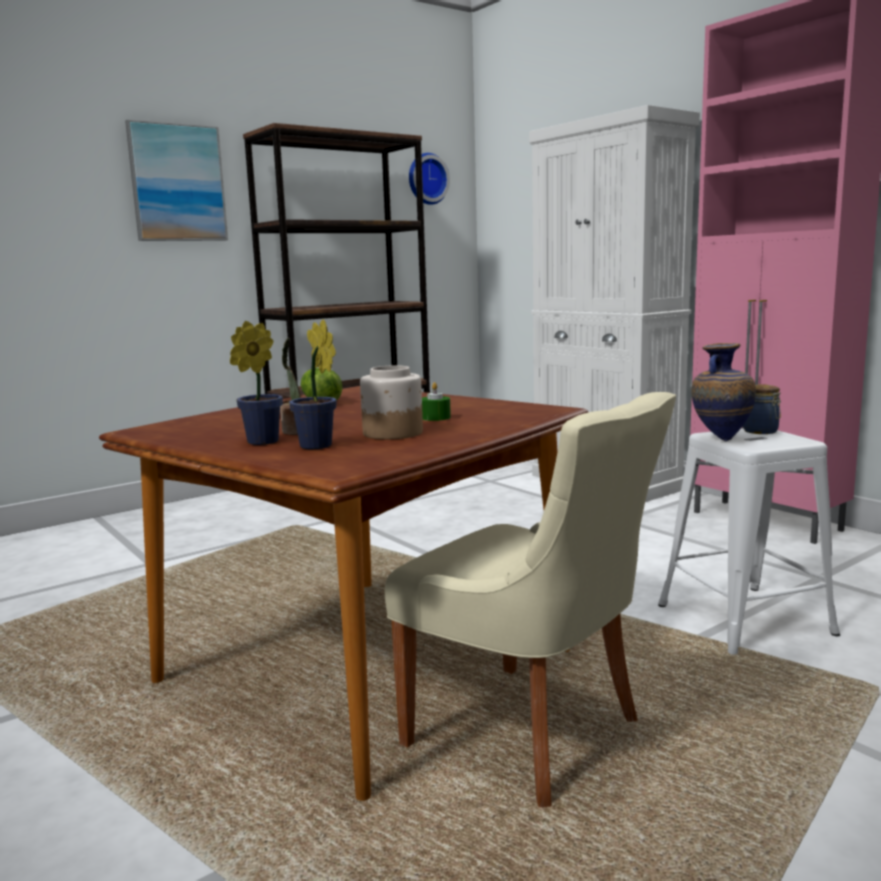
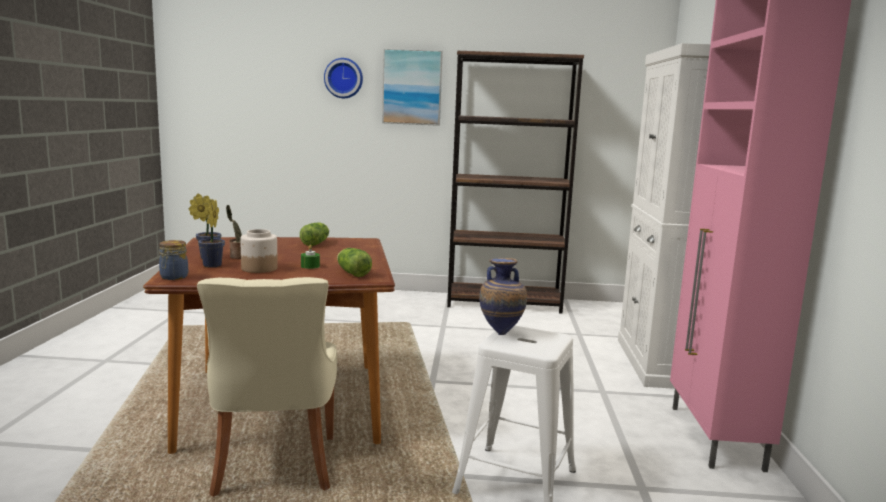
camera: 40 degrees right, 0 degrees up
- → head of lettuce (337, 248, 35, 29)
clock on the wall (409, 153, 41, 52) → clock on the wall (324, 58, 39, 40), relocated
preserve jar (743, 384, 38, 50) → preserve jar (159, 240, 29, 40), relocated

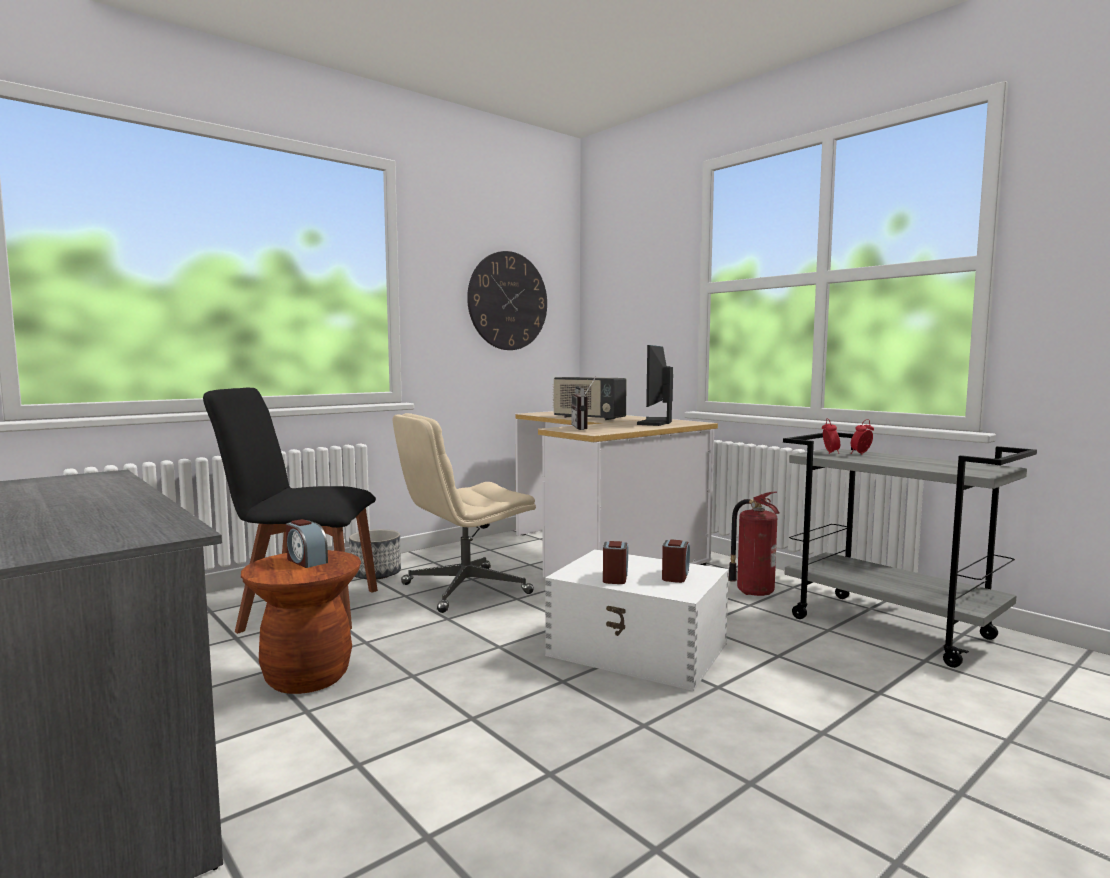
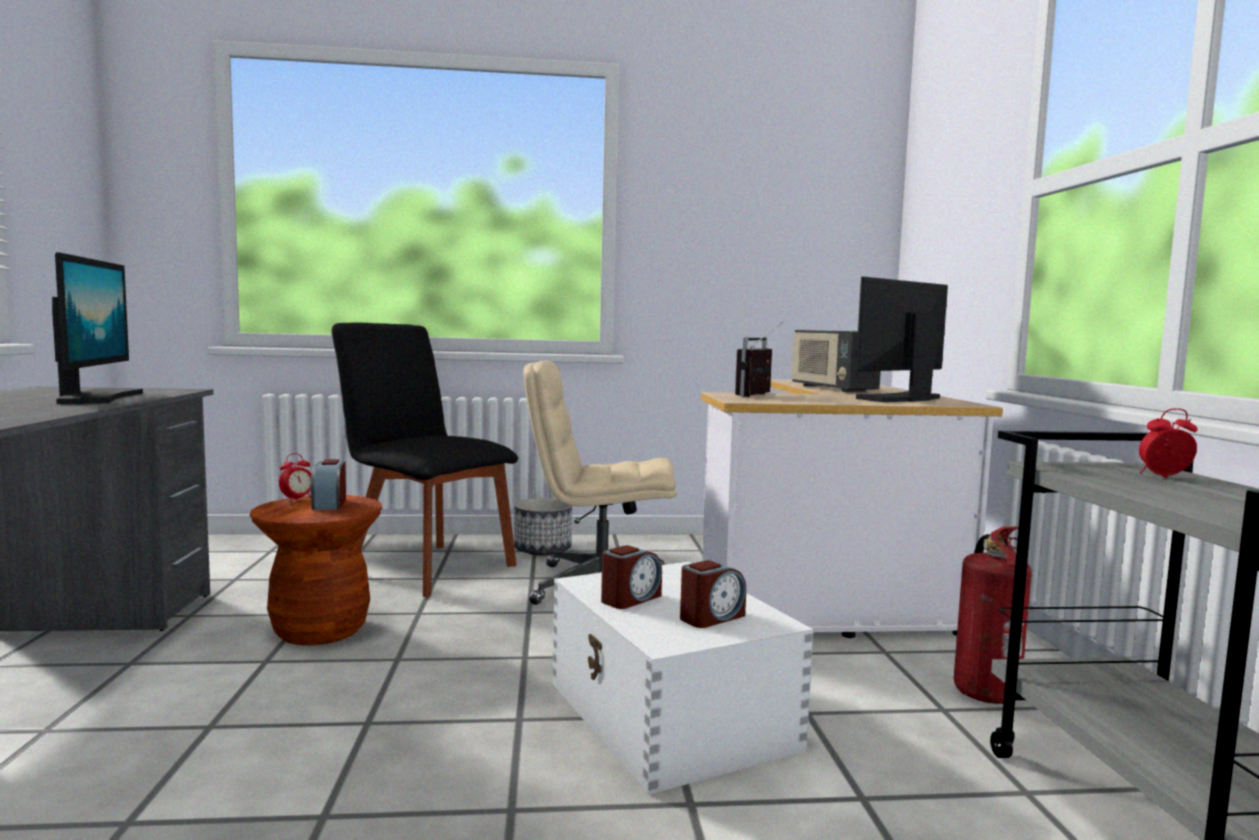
camera: 35 degrees right, 0 degrees up
clock on the wall (467, 251, 80, 99) → -
- → computer screen (52, 252, 91, 152)
bedside clock (822, 418, 18, 36) → bedside clock (279, 453, 32, 49), relocated

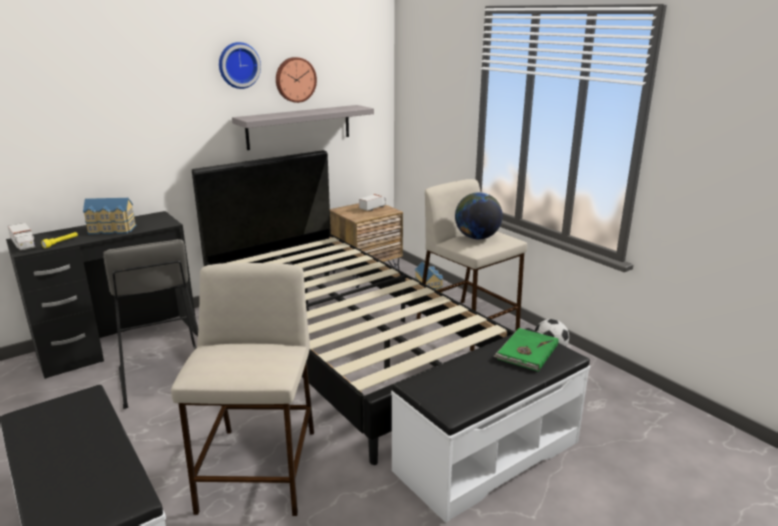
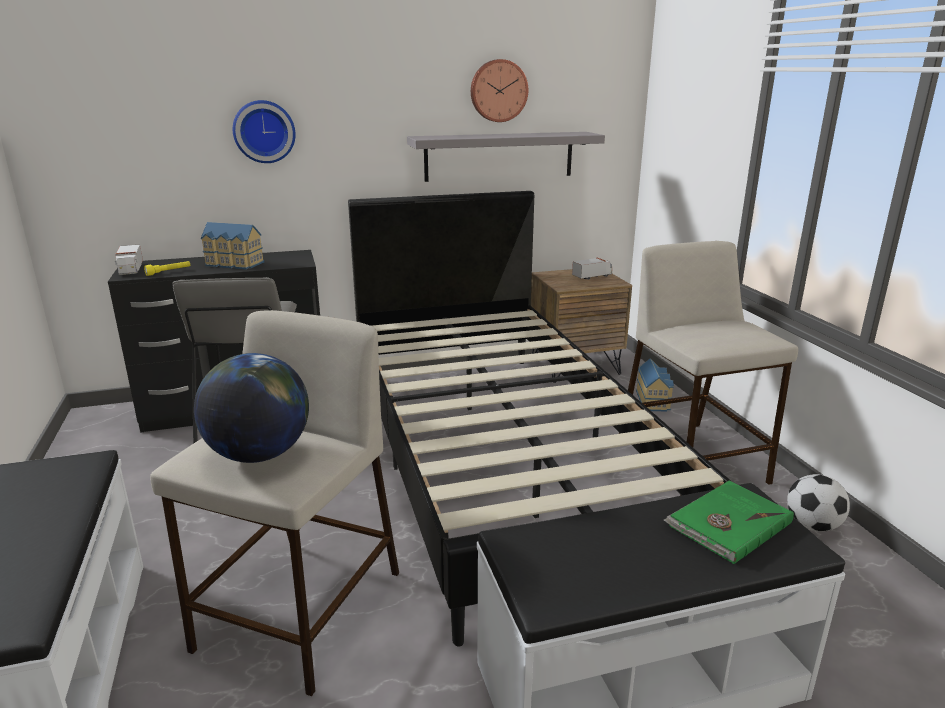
camera: 20 degrees right, 0 degrees up
clock on the wall (219, 42, 42, 47) → clock on the wall (233, 100, 63, 63), relocated
globe (455, 192, 48, 47) → globe (194, 353, 115, 110), relocated

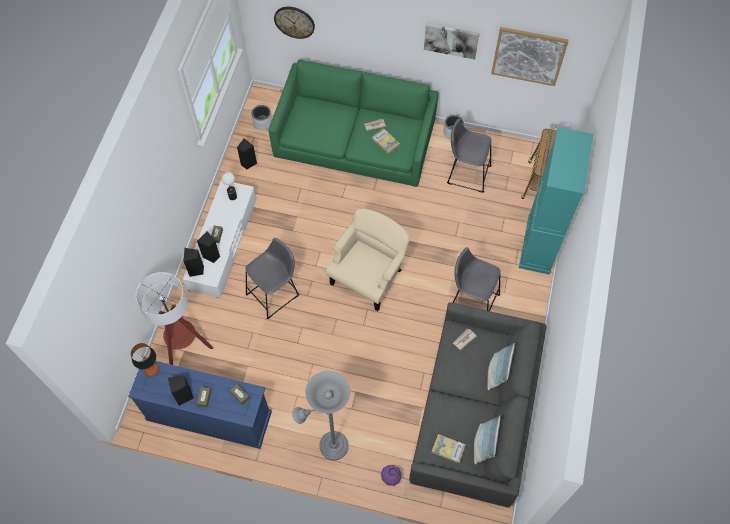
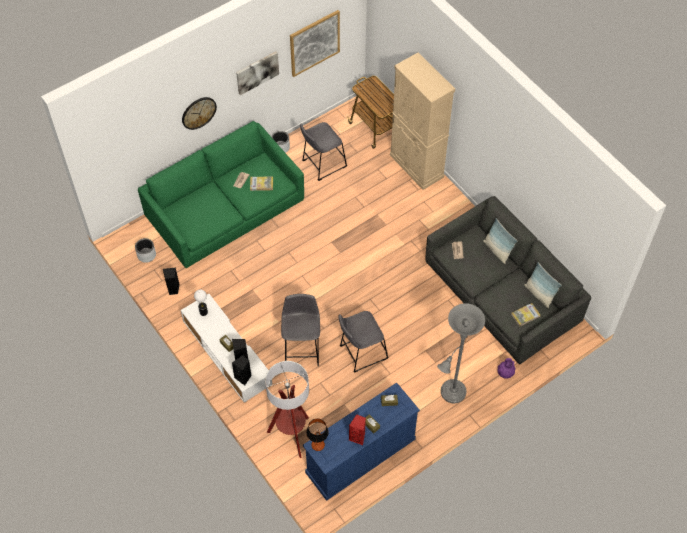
camera: 50 degrees left, 5 degrees down
armchair in beige-coloured (326, 208, 83, 103) → -
clock on the wall (274, 7, 41, 32) → clock on the wall (182, 97, 35, 33), relocated
stool in grey (452, 247, 49, 64) → stool in grey (338, 311, 51, 62), relocated
speaker in black-coloured (168, 375, 25, 31) → speaker in red (349, 414, 17, 31)
storage cabinet in turquoise (519, 127, 74, 148) → storage cabinet in beige-coloured (390, 53, 65, 137)

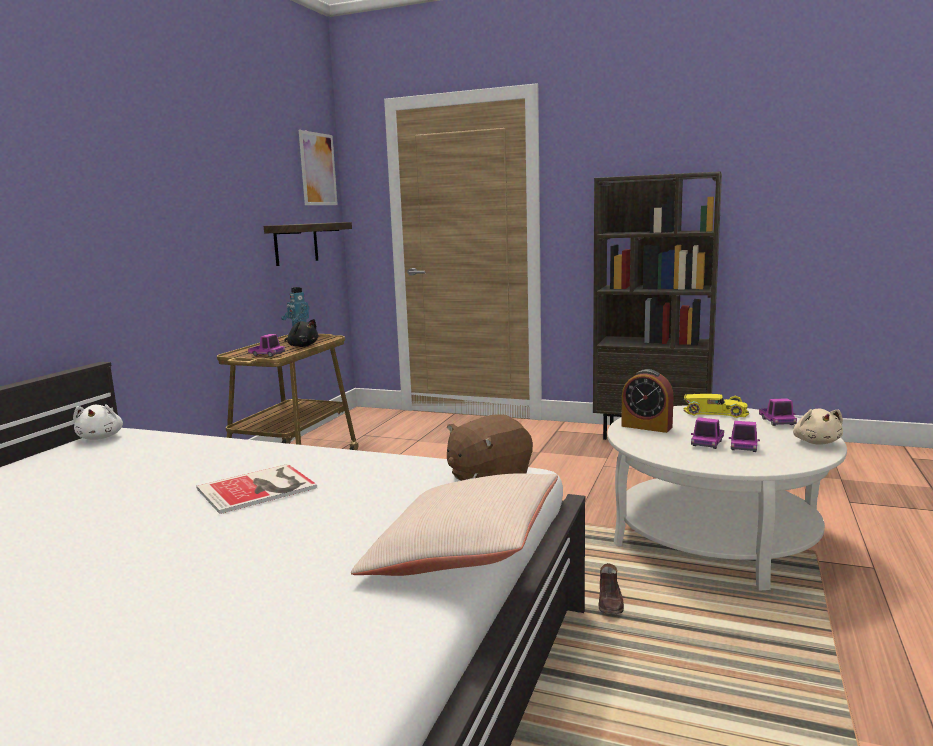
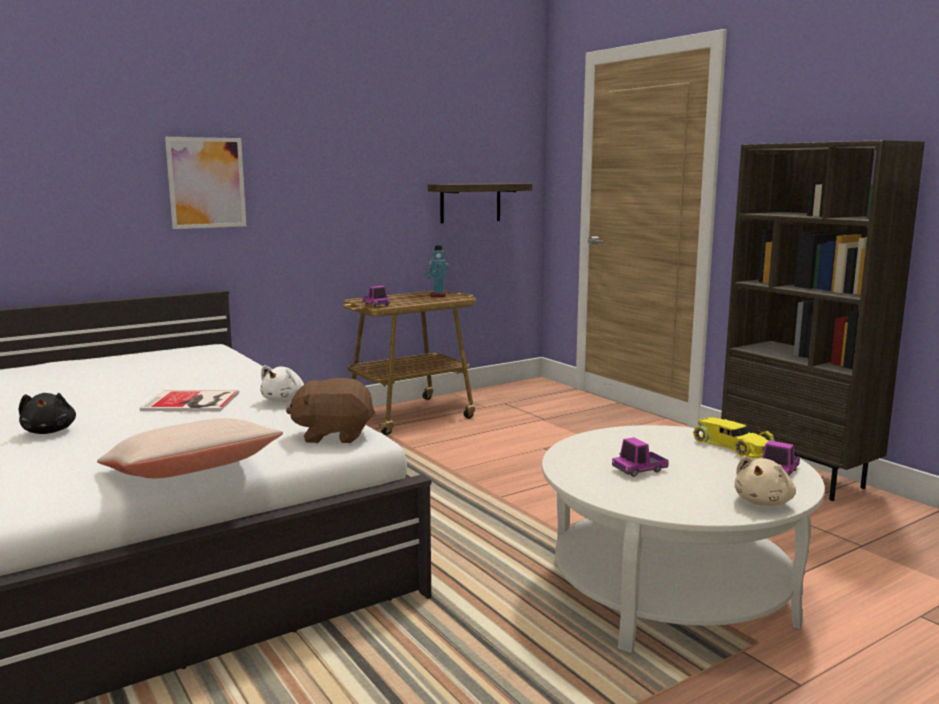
camera: 35 degrees right, 0 degrees up
low shoe in brown (598, 563, 26, 51) → -
bedside clock (621, 369, 53, 64) → -
toy lorry (729, 421, 31, 31) → -
cuddly toy in white (73, 404, 50, 36) → cuddly toy in white (260, 365, 44, 37), relocated
cuddly toy in black-coloured (284, 319, 34, 28) → cuddly toy in black-coloured (19, 393, 57, 41), relocated
picture (299, 130, 39, 75) → picture (165, 137, 81, 92), relocated

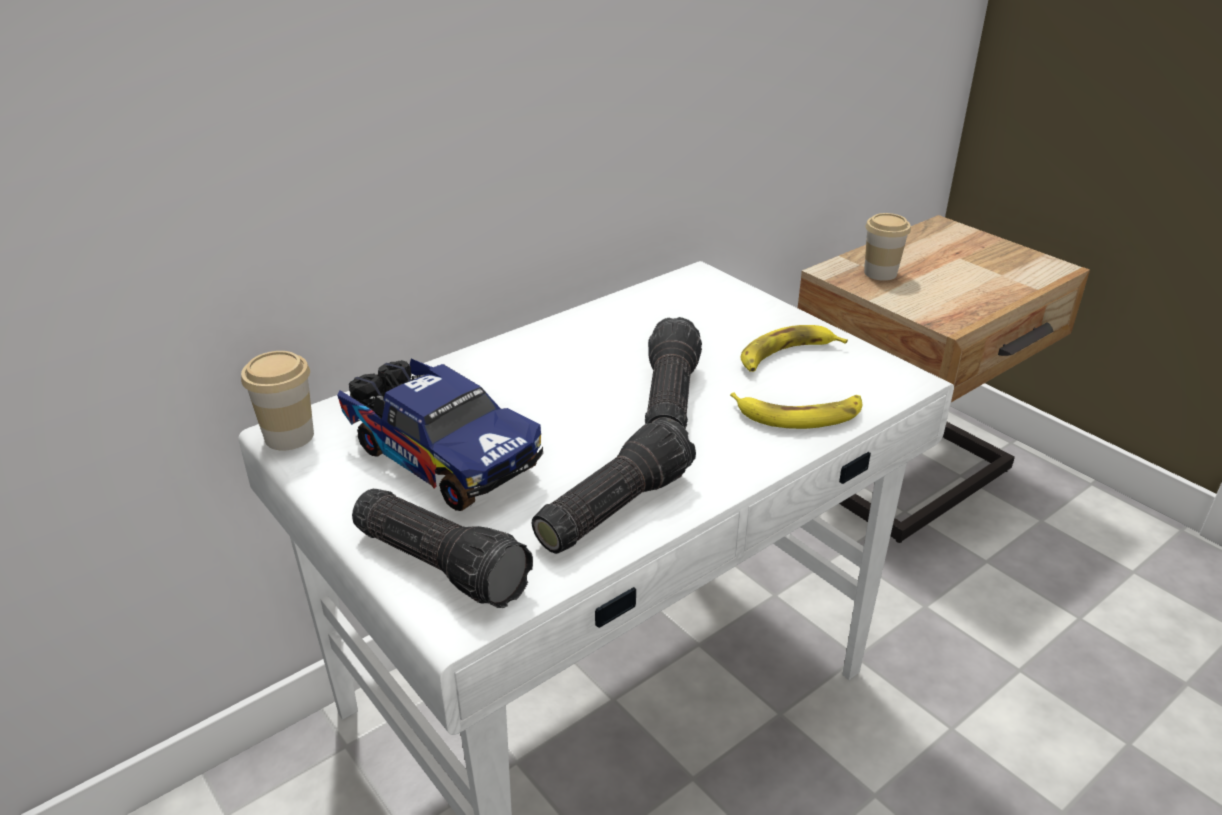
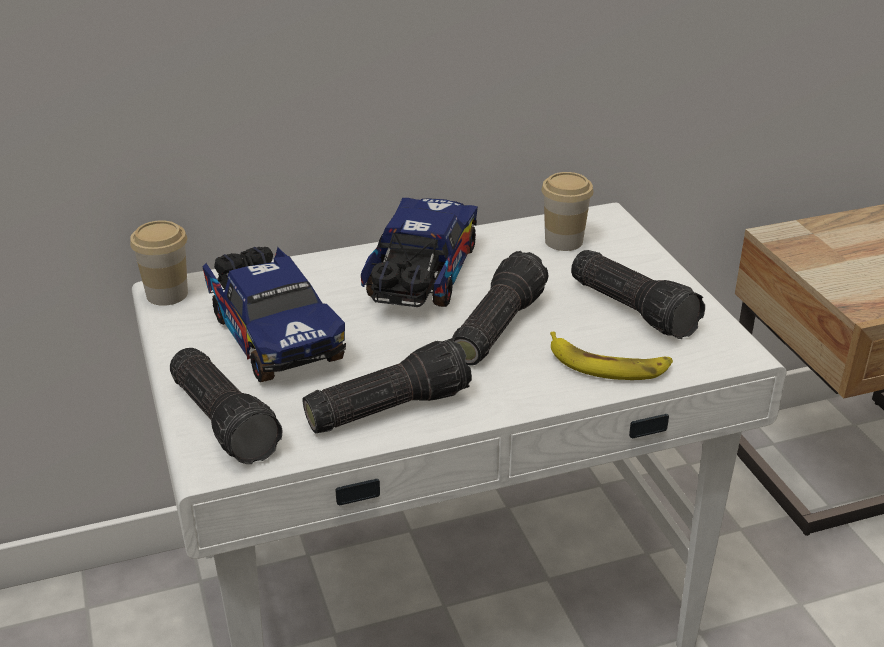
camera: 20 degrees right, 0 degrees up
- → toy lorry (361, 198, 117, 109)
cup (864, 213, 47, 68) → cup (541, 172, 52, 79), relocated
banana (741, 325, 107, 47) → hand torch (571, 250, 134, 89)

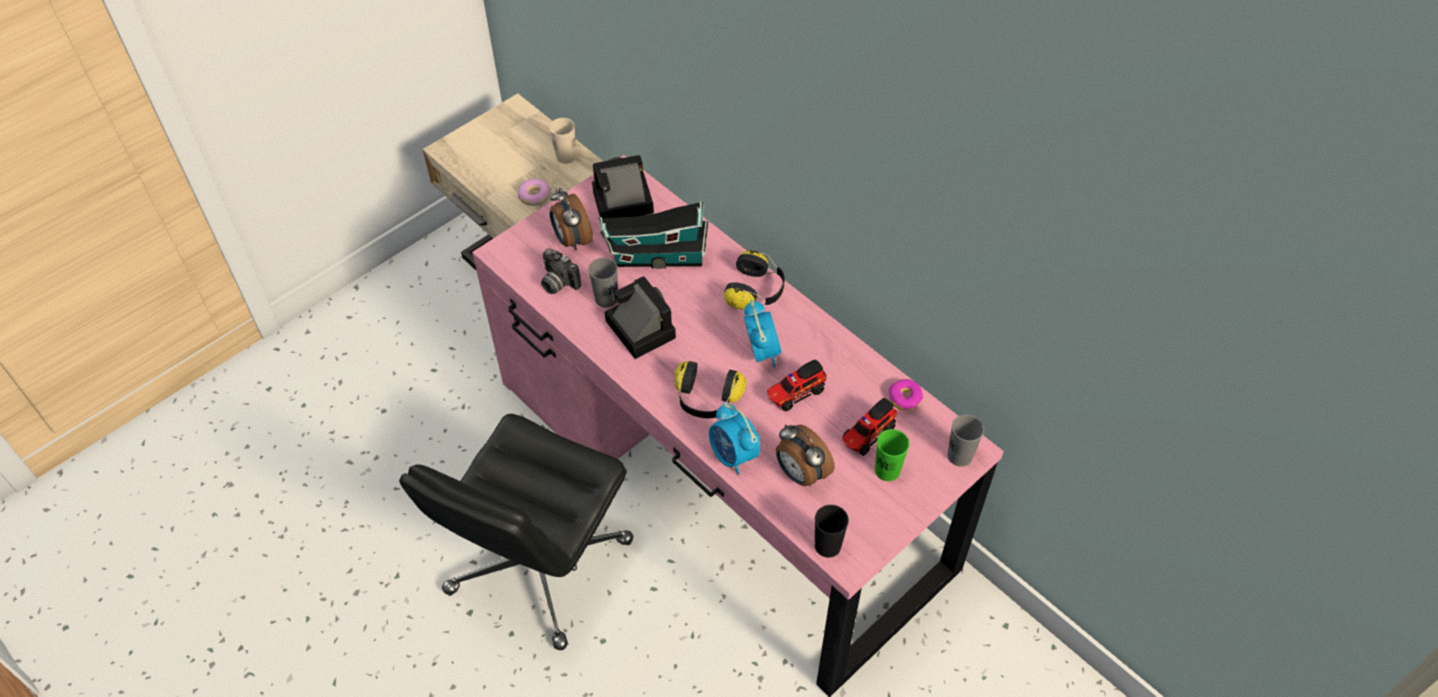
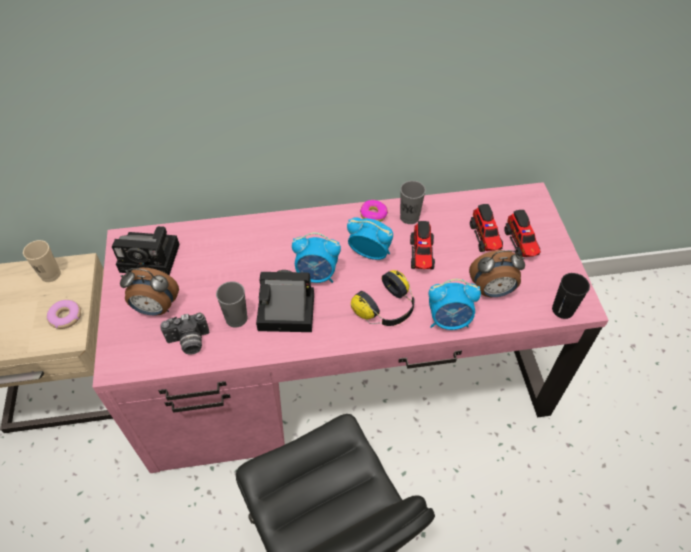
camera: 55 degrees left, 0 degrees up
miniature house (598, 201, 111, 68) → -
headphones (724, 250, 61, 60) → -
- → bedside clock (292, 232, 49, 51)
donut (889, 379, 34, 32) → donut (360, 200, 28, 22), relocated
cup in grey (947, 415, 37, 52) → cup in grey (400, 181, 26, 43), relocated
cup in green-coloured (875, 429, 35, 52) → toy lorry (504, 210, 37, 48)
photo camera (592, 155, 62, 63) → photo camera (112, 226, 68, 49), 105 degrees counterclockwise

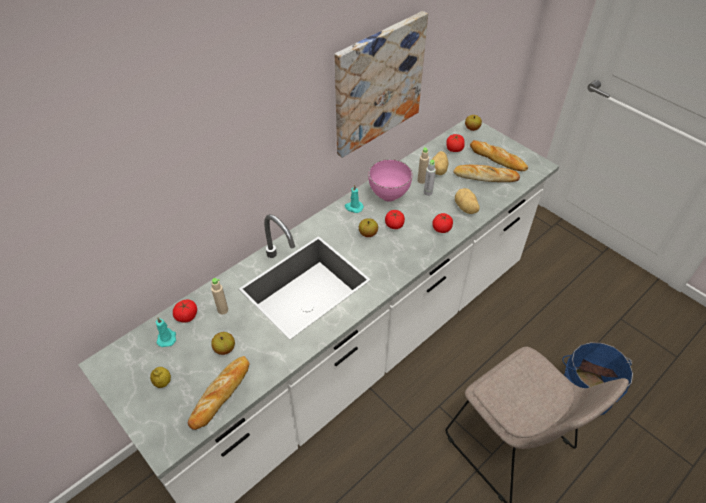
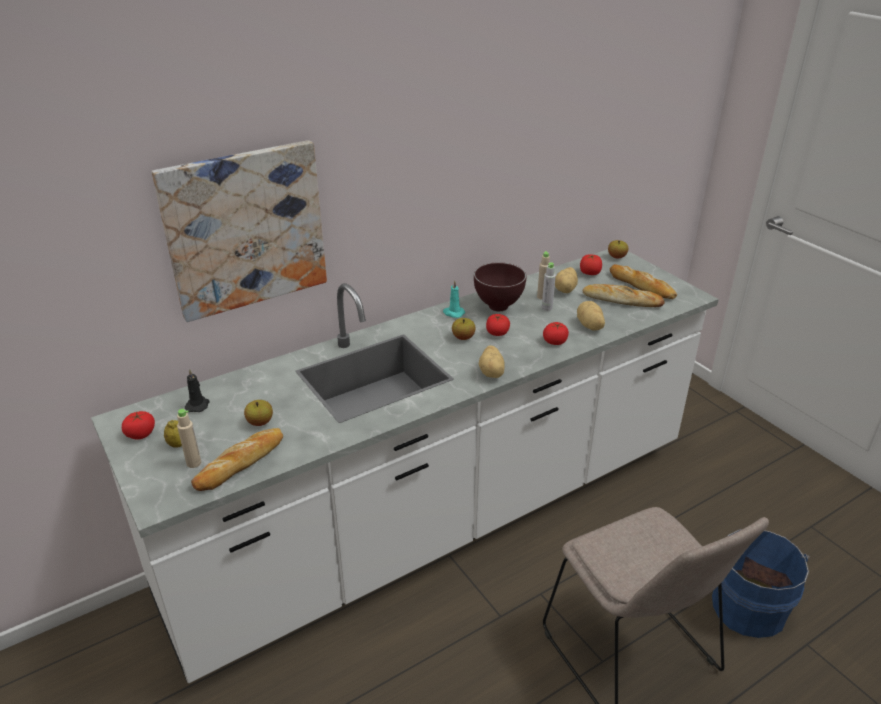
camera: 10 degrees right, 15 degrees down
- → spud (479, 345, 26, 33)
whole tomato (173, 300, 24, 23) → whole tomato (122, 411, 33, 28), relocated
bottle in beige-coloured (211, 278, 17, 37) → bottle in beige-coloured (177, 409, 24, 59), relocated
picture (335, 11, 93, 147) → picture (152, 140, 175, 182), relocated
wax light in turquoise (156, 318, 20, 29) → wax light in black-coloured (185, 369, 24, 43)
deep dish in pinkish (368, 159, 44, 43) → deep dish in brown (474, 262, 52, 50)

